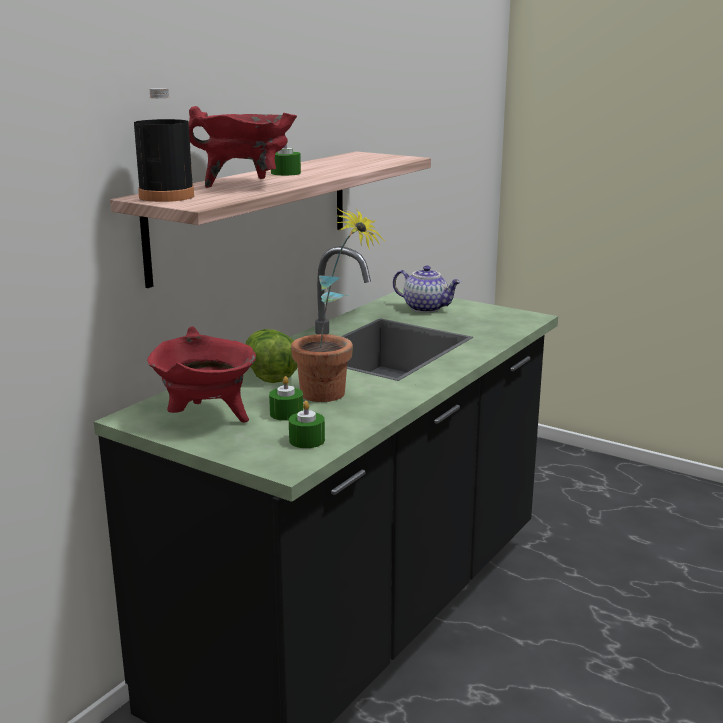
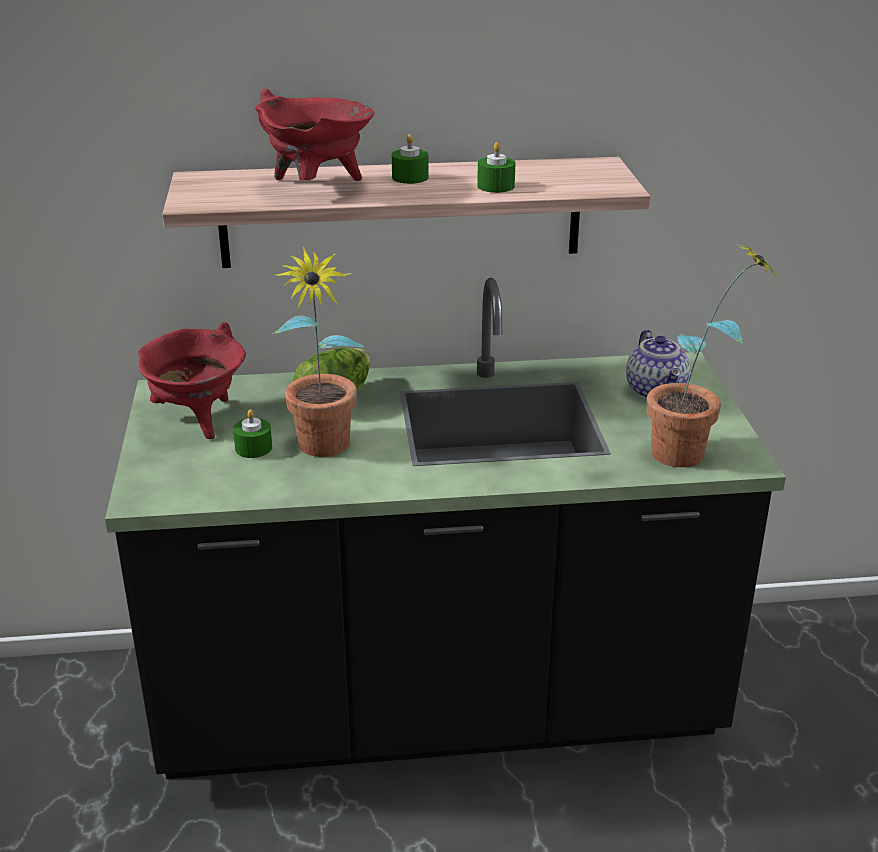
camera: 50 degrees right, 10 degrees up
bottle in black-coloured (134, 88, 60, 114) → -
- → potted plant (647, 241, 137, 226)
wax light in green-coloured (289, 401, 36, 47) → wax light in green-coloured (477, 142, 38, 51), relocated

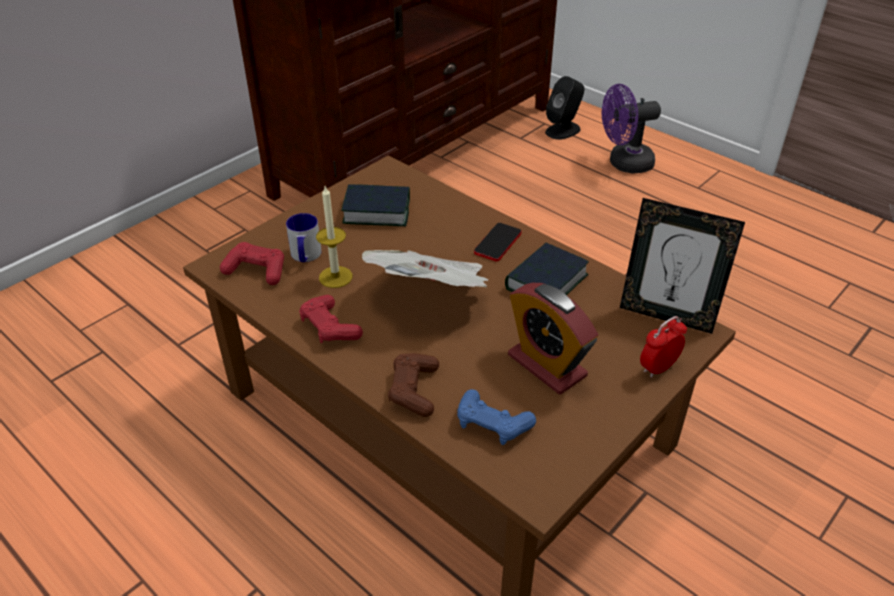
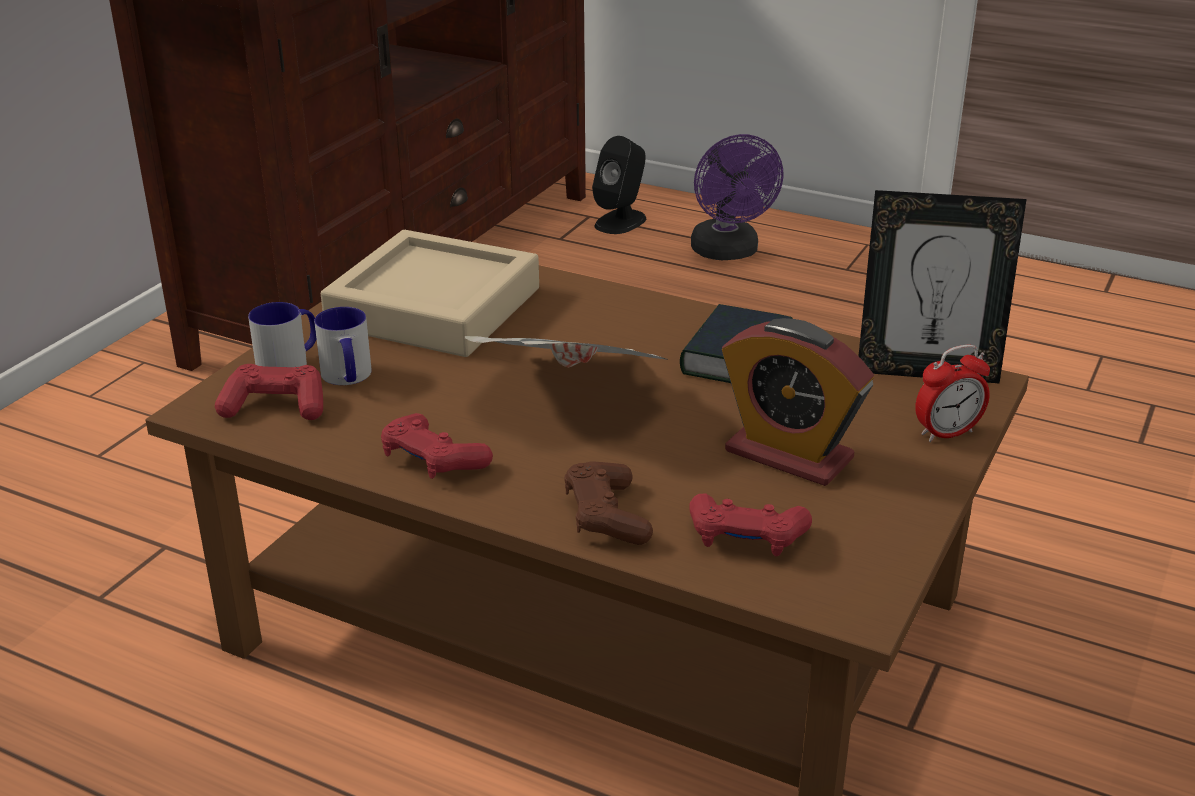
camera: 15 degrees left, 10 degrees down
wax light (316, 186, 36, 102) → -
phone (474, 223, 47, 39) → -
- → tea mug (248, 302, 68, 65)
volume (342, 184, 68, 42) → serving tray in beige-coloured (321, 230, 218, 127)
gamepad in blue (457, 389, 79, 56) → gamepad in red (689, 494, 123, 62)
cooling fan in purple (602, 84, 59, 90) → cooling fan in purple (691, 134, 93, 126), 75 degrees counterclockwise
bedside clock (640, 316, 47, 62) → bedside clock (915, 345, 75, 97), 150 degrees counterclockwise

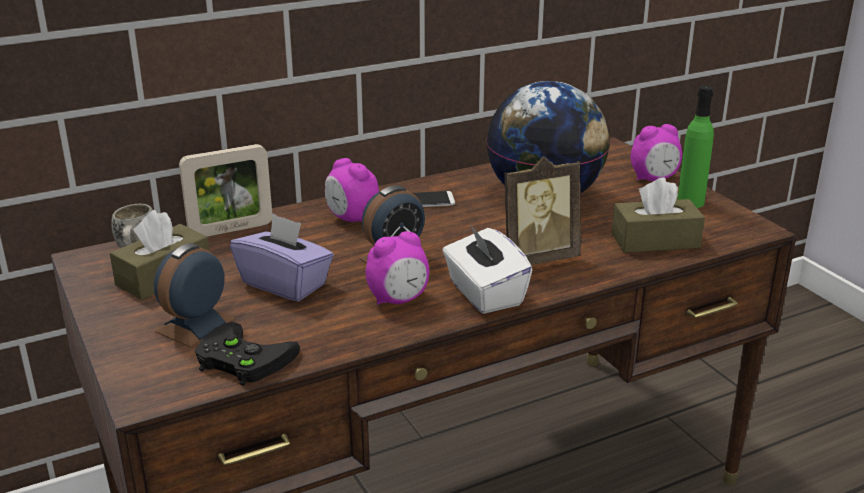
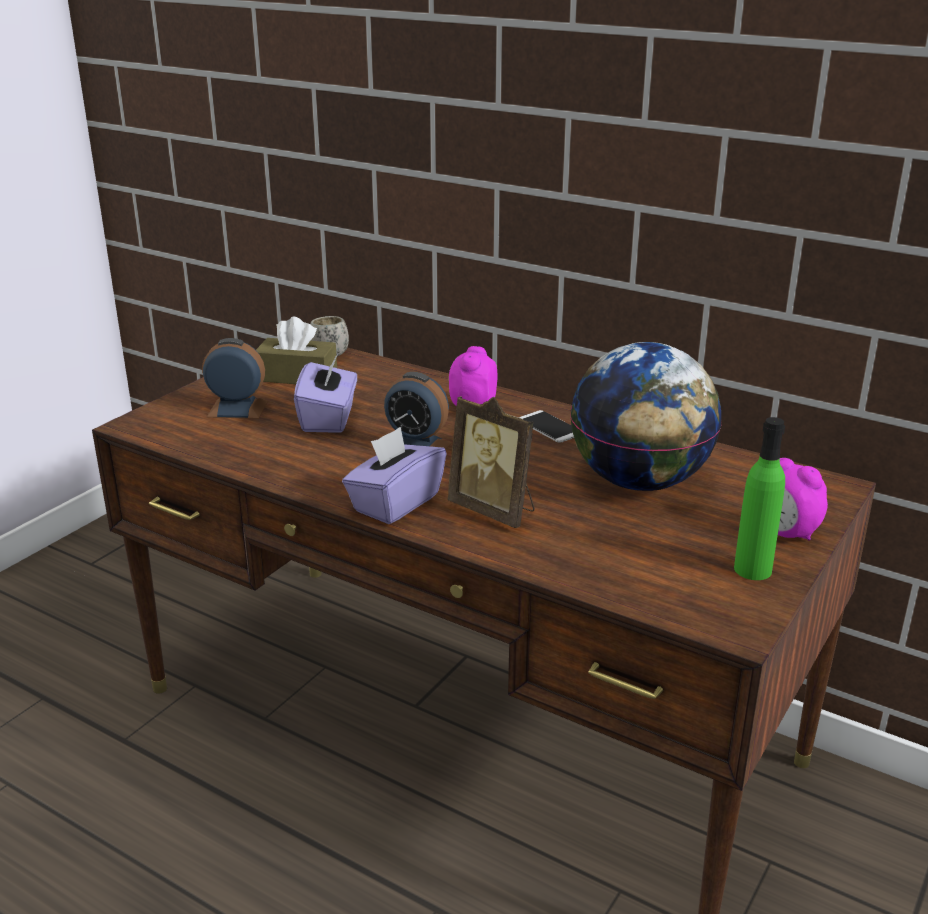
camera: 60 degrees right, 0 degrees up
photo frame (179, 144, 94, 93) → -
gamepad in black-coloured (195, 322, 105, 64) → -
bedside clock (365, 231, 64, 74) → -
tissue box in brown (612, 177, 93, 76) → -
tissue box in white (442, 224, 90, 90) → tissue box in purple (342, 427, 105, 97)

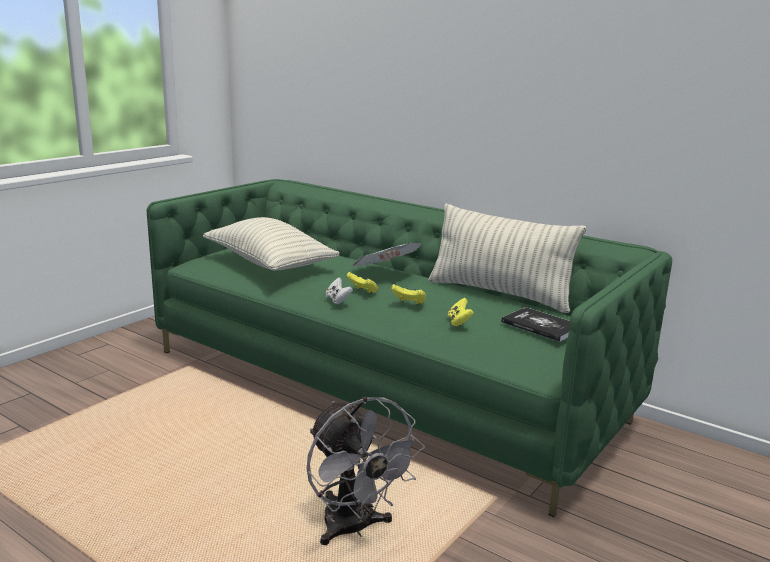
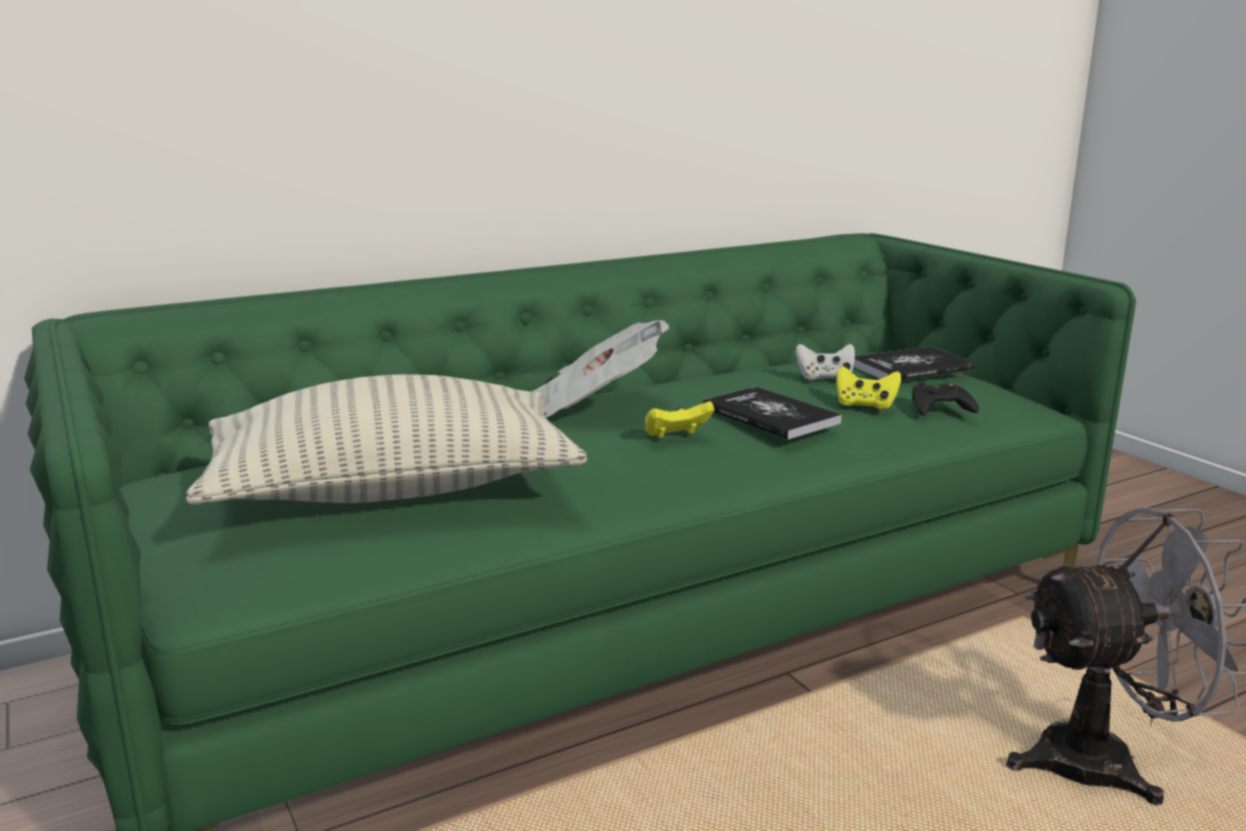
camera: 65 degrees left, 0 degrees up
cushion (428, 204, 158, 109) → -
- → gamepad in black-coloured (912, 383, 67, 33)
gamepad in white (326, 277, 27, 27) → gamepad in white (796, 344, 59, 37), relocated
gamepad in yellow (391, 284, 35, 20) → volume (703, 386, 139, 54)

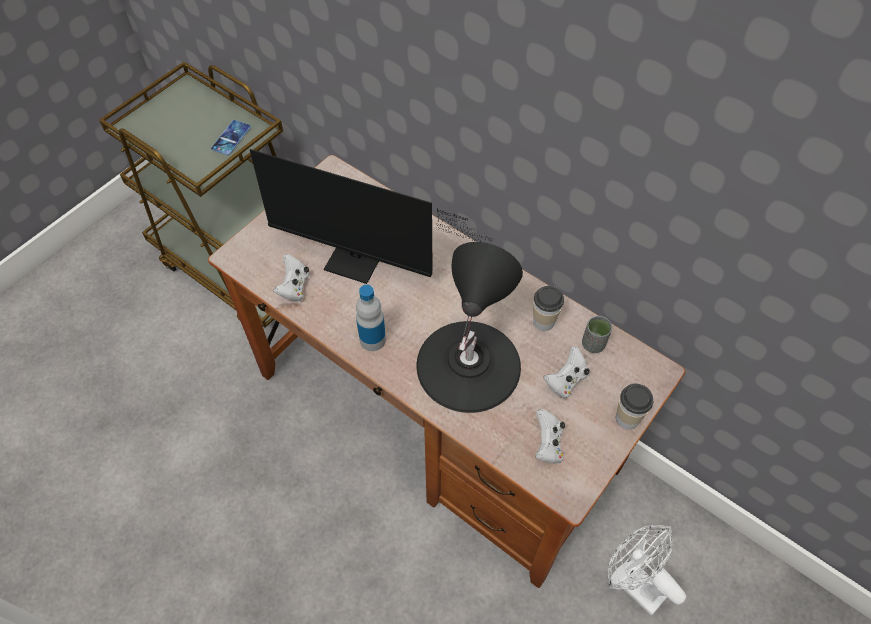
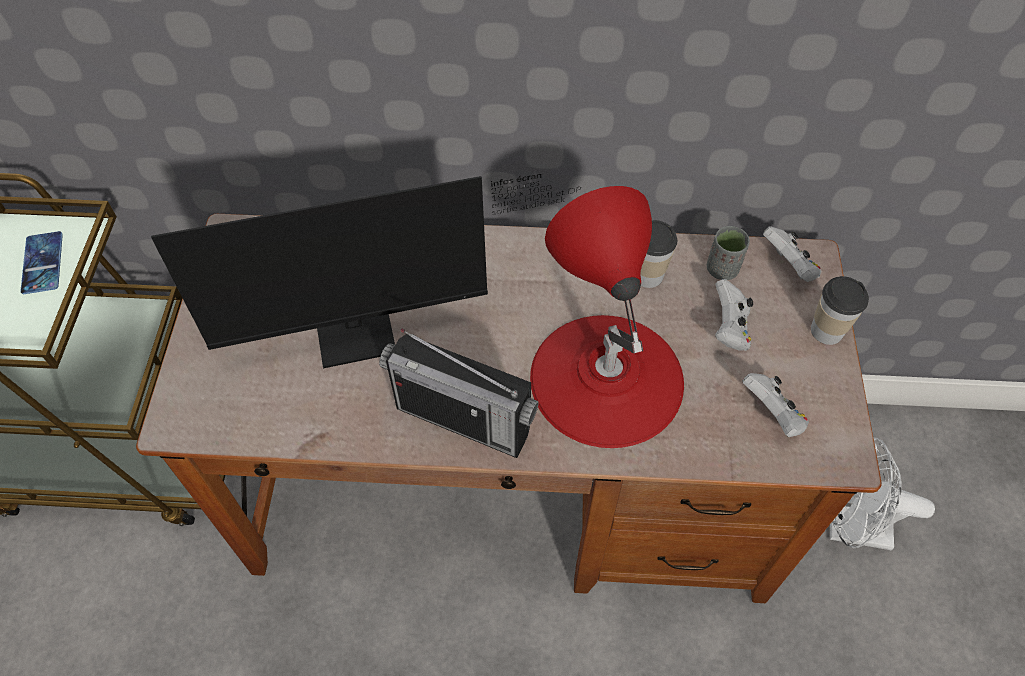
camera: 35 degrees left, 0 degrees up
gamepad in white (273, 254, 36, 47) → gamepad in white (763, 226, 59, 56), relocated
bottle (356, 285, 30, 66) → radio (379, 328, 160, 130)
tabletop lamp in black-coloured (416, 242, 107, 171) → tabletop lamp in red (530, 186, 154, 262)

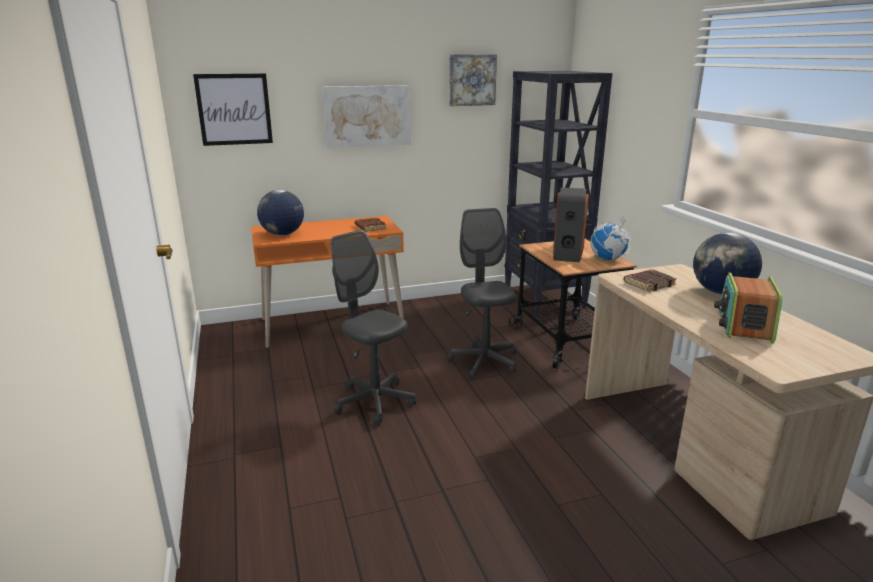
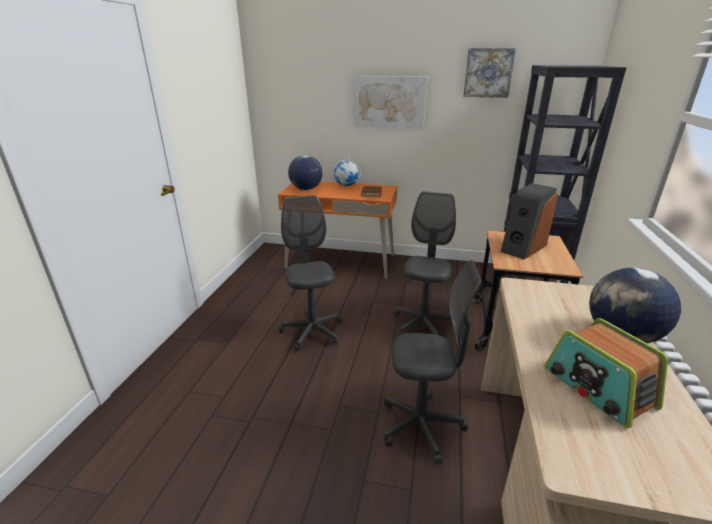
camera: 30 degrees right, 5 degrees up
picture (193, 74, 80, 72) → -
volume in brown (624, 269, 53, 23) → -
- → office chair in grey (383, 260, 98, 205)
globe (590, 214, 40, 46) → globe (333, 154, 28, 32), relocated
radio (714, 273, 69, 71) → radio (545, 318, 123, 110), 75 degrees counterclockwise

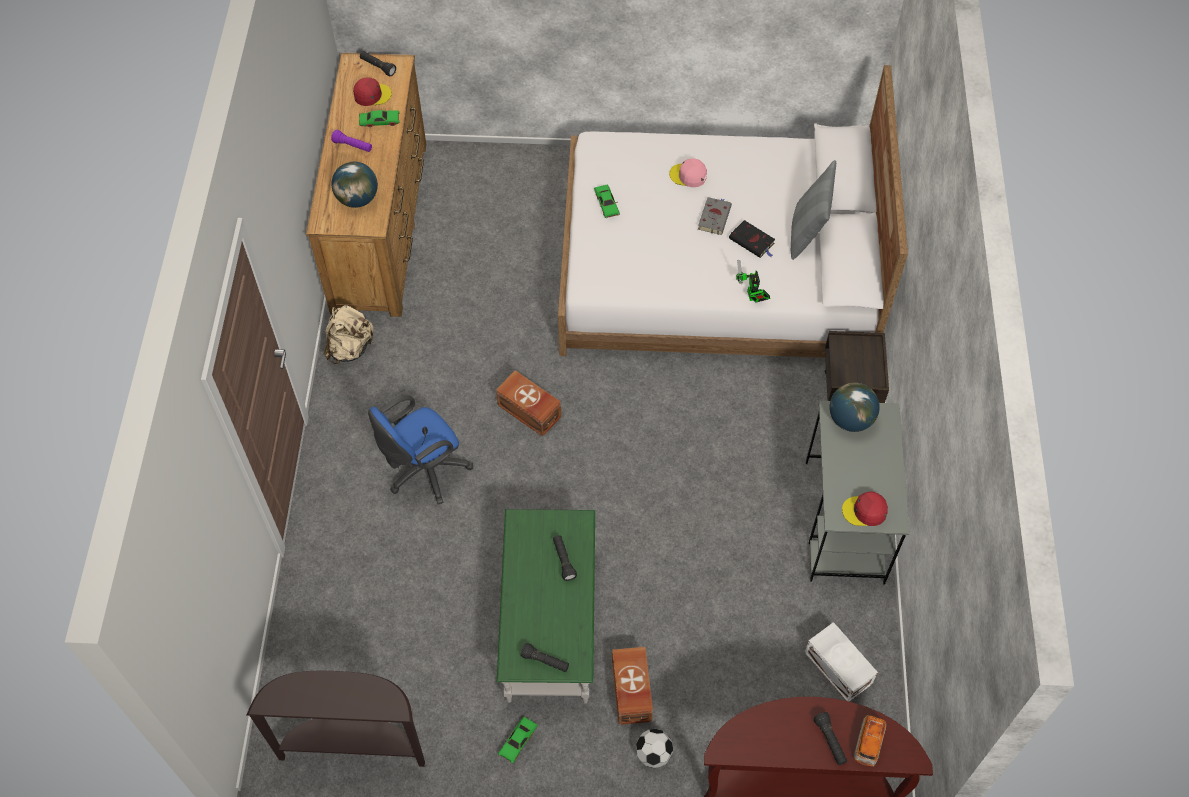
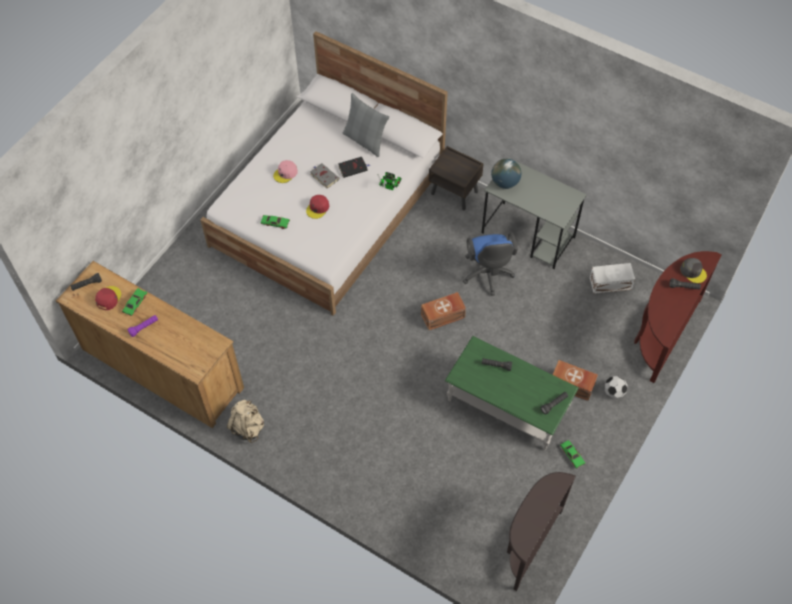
camera: 60 degrees left, 0 degrees up
globe (331, 162, 47, 46) → -
office chair in blue (368, 395, 105, 110) → office chair in blue (463, 232, 55, 64), relocated
storage container in brown (496, 370, 65, 67) → storage container in brown (421, 292, 45, 38), relocated
peaked cap in red (842, 492, 46, 34) → peaked cap in red (306, 195, 23, 24), relocated
miniature car (854, 715, 32, 52) → peaked cap in grey (680, 258, 27, 25)

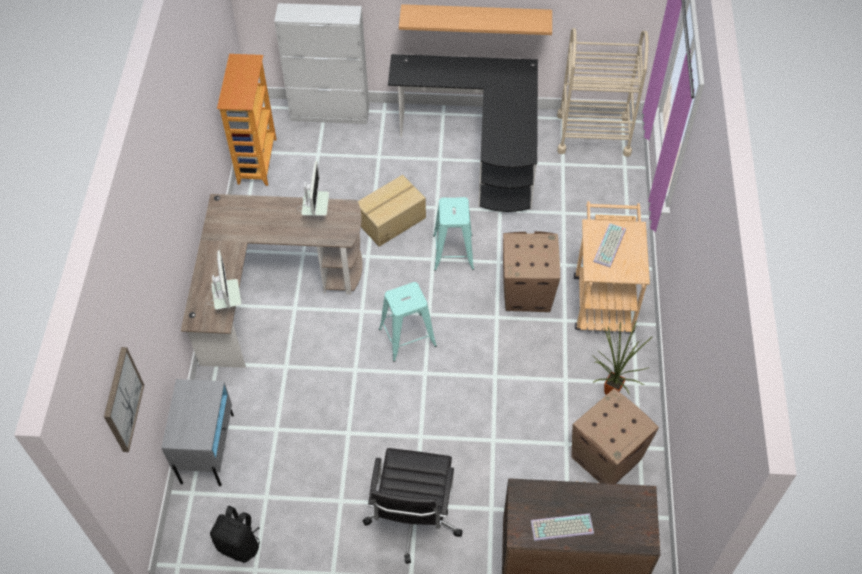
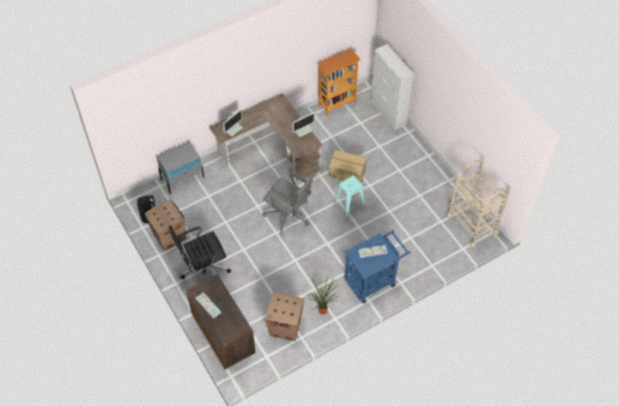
camera: 55 degrees right, 0 degrees up
picture (104, 347, 40, 105) → -
desk table in black-coloured (388, 54, 150, 158) → -
bracket shelf (399, 4, 153, 31) → -
packing box (503, 231, 57, 81) → packing box (144, 200, 42, 51), relocated
stool in turquoise (379, 282, 58, 80) → office chair in grey (262, 173, 52, 62)
wheeled cart in beige-coloured (574, 201, 76, 132) → wheeled cart in blue (344, 230, 66, 73)

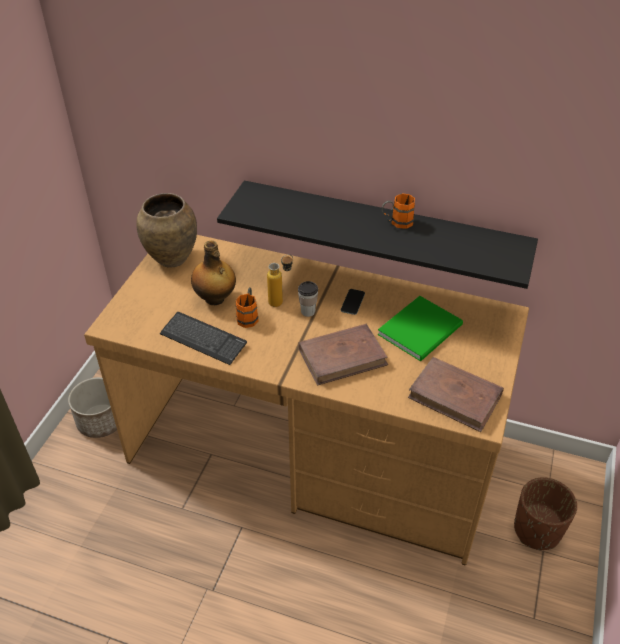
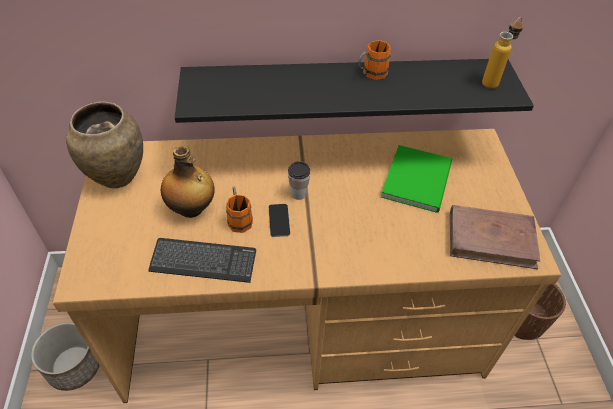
camera: 25 degrees left, 5 degrees up
volume in brown (298, 324, 90, 62) → -
bottle (267, 254, 26, 53) → bottle (482, 17, 41, 72), relocated
phone (341, 289, 24, 26) → phone (269, 204, 21, 33), relocated

